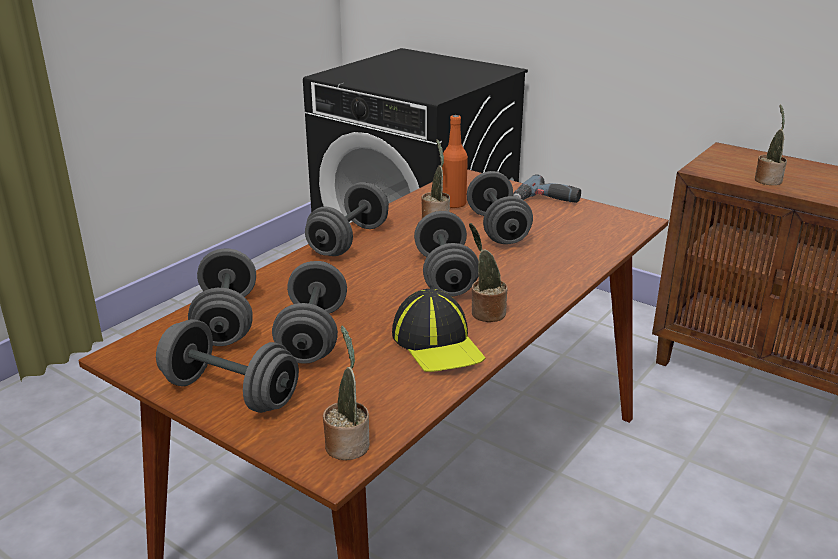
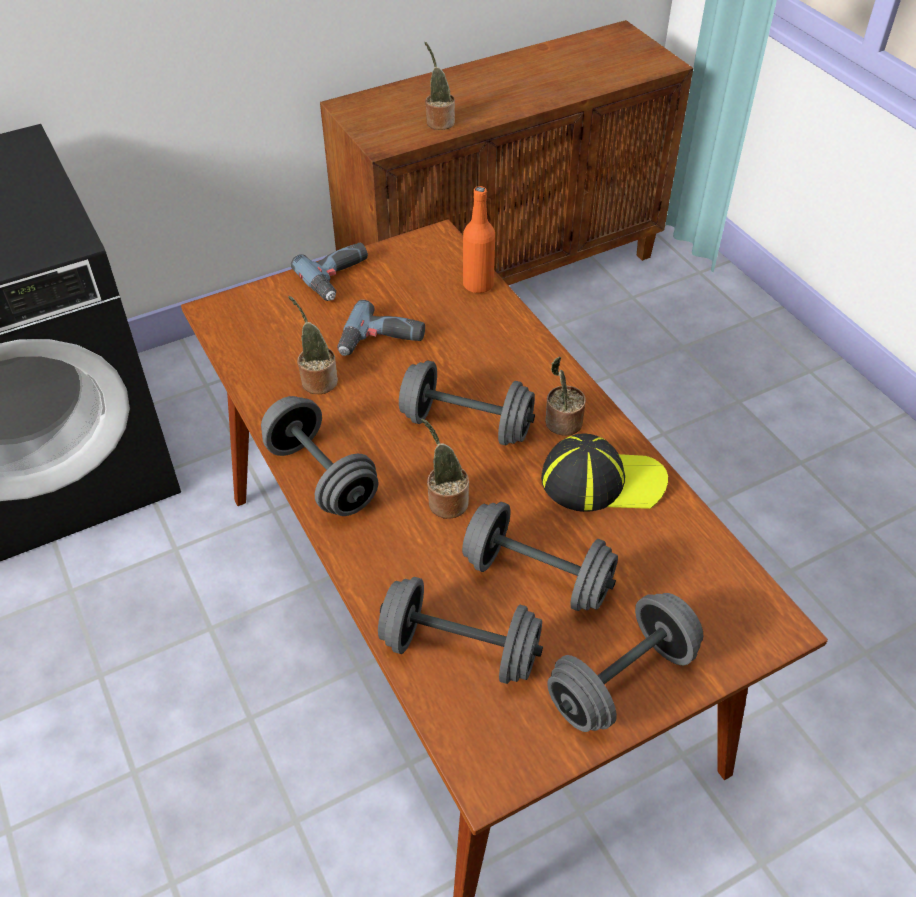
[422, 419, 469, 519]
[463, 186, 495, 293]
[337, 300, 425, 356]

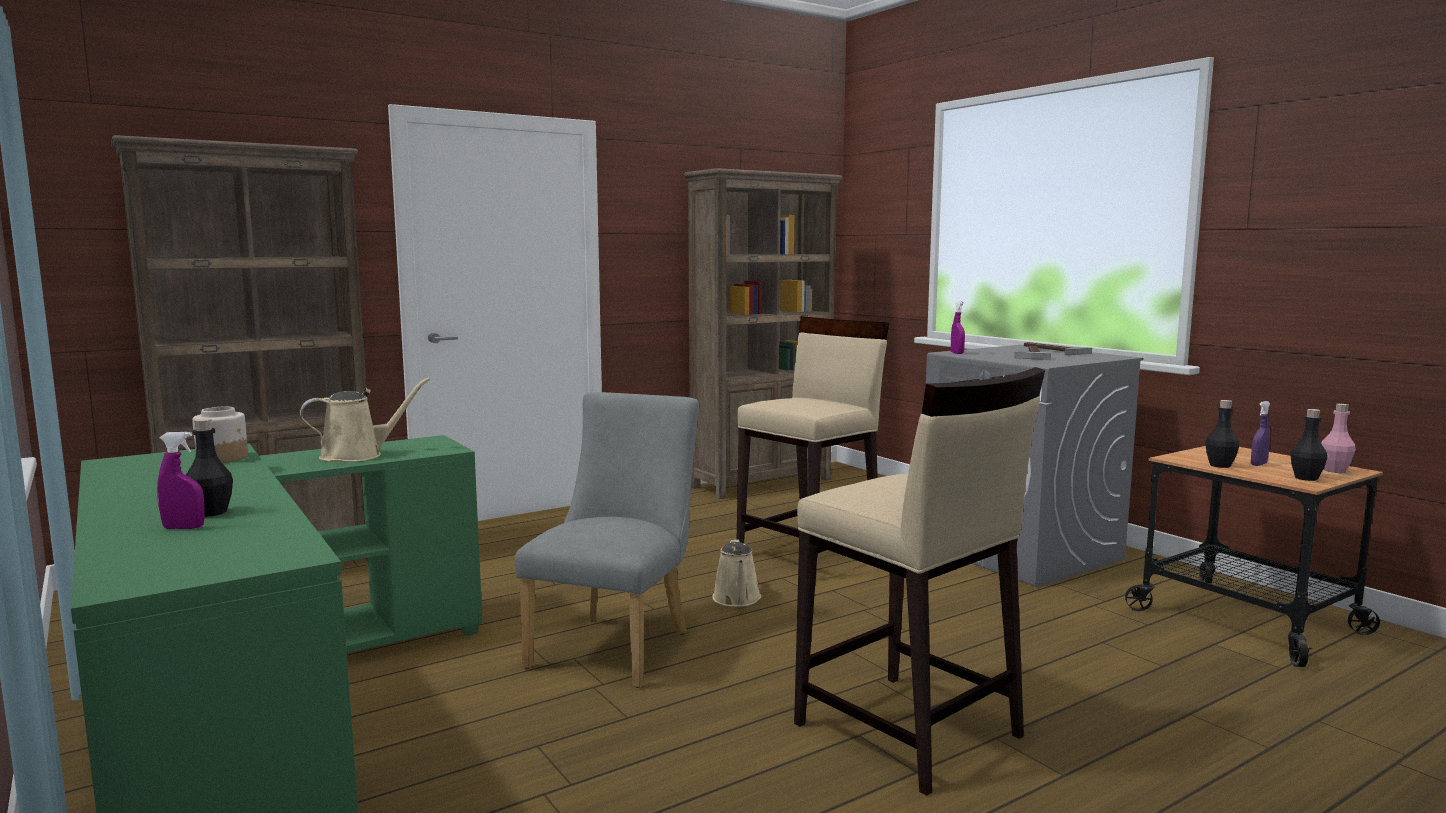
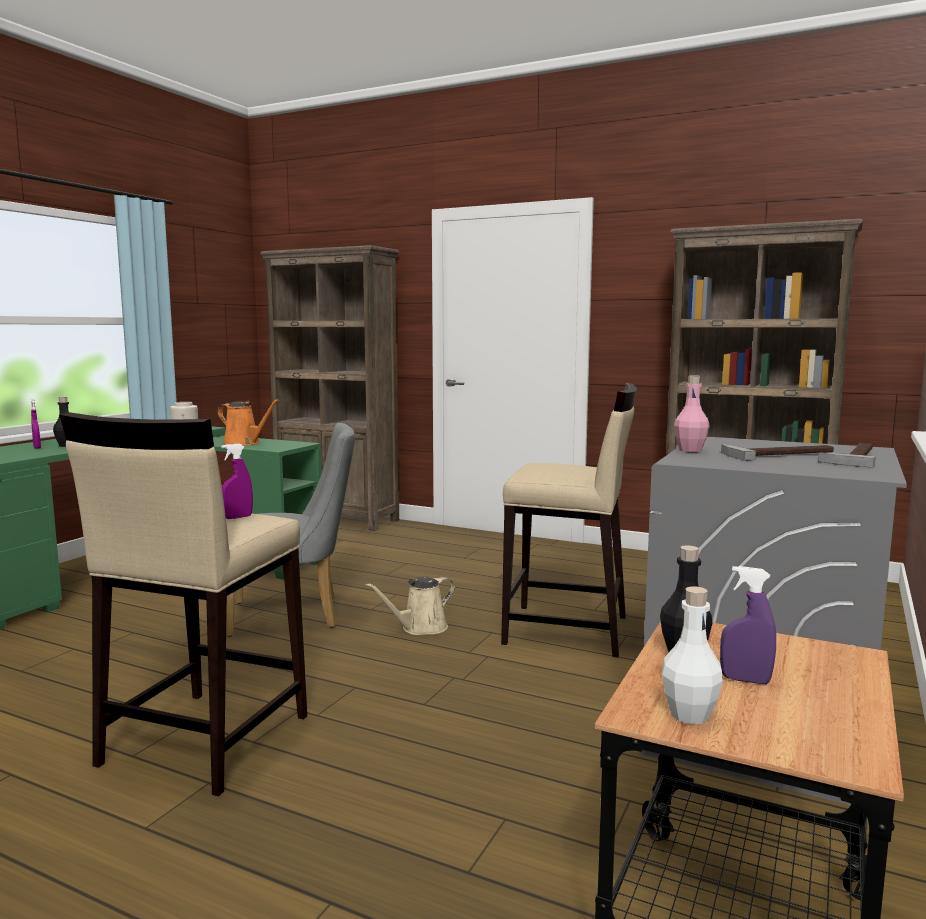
[222, 443, 253, 519]
[674, 375, 709, 452]
[218, 399, 279, 445]
[662, 587, 723, 724]

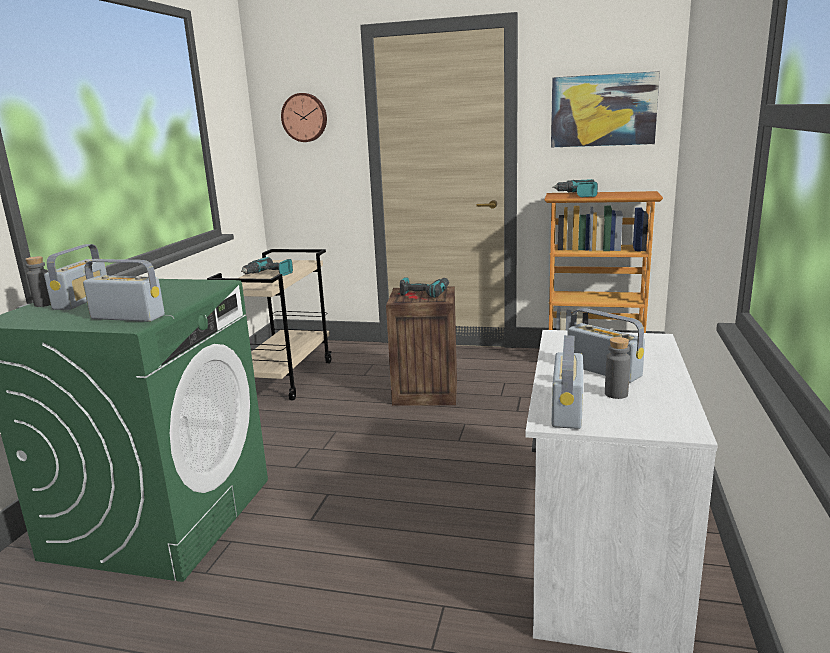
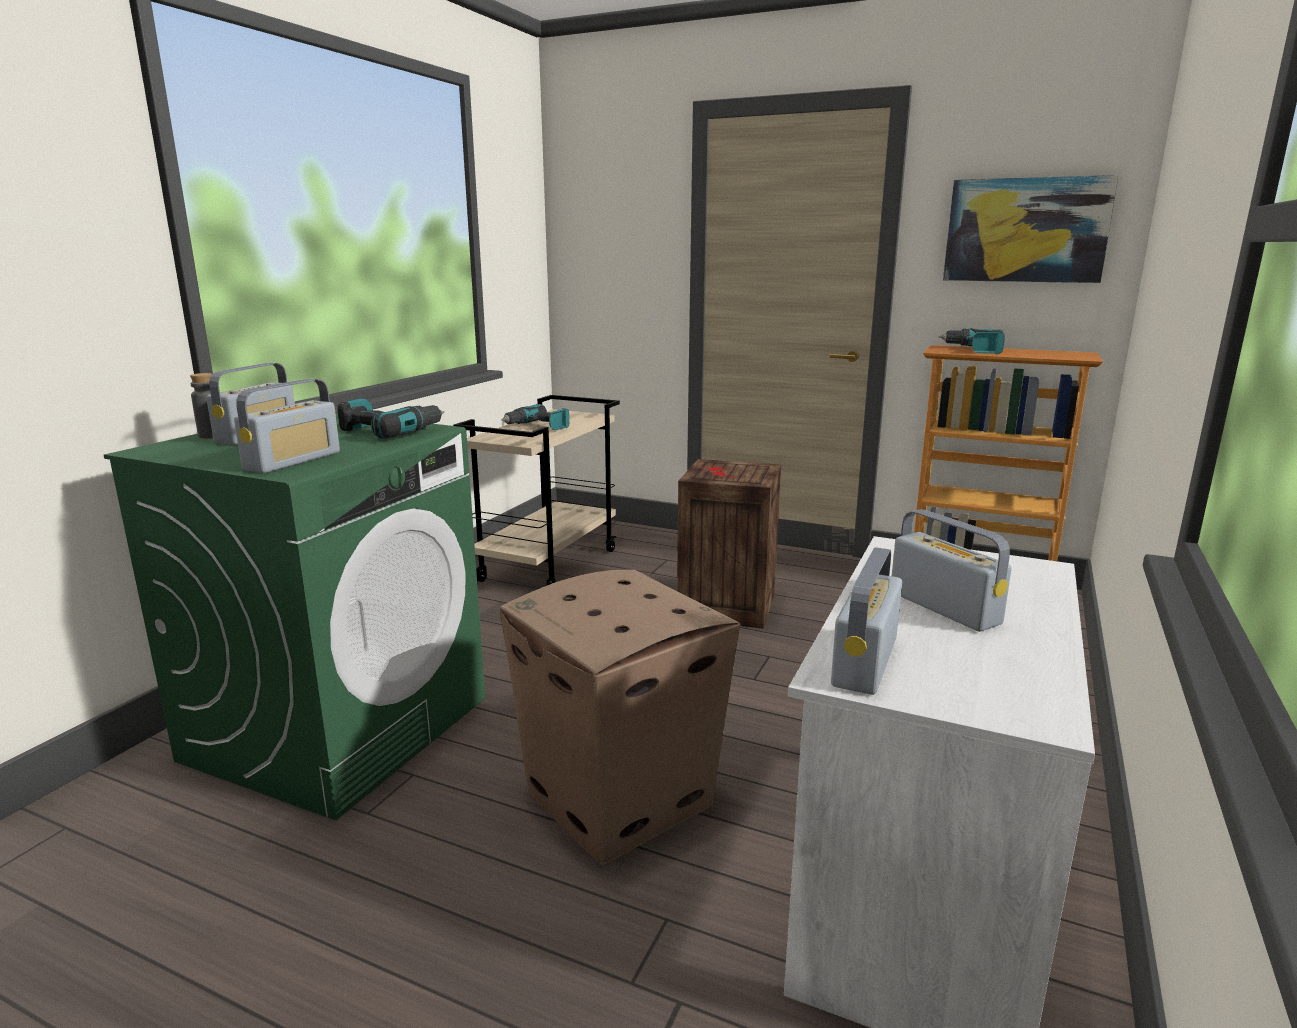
[281, 93, 327, 142] (first image)
[605, 337, 630, 399] (first image)
[500, 569, 741, 865]
[338, 398, 444, 439]
[234, 379, 340, 473]

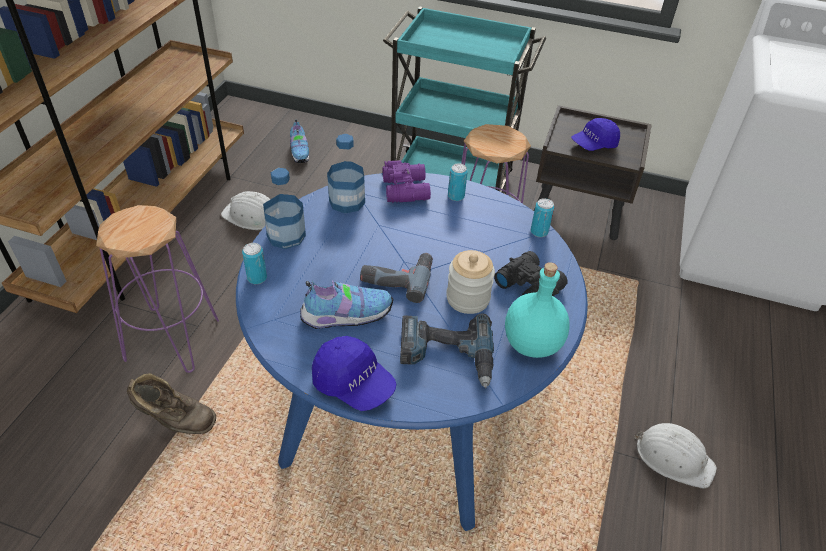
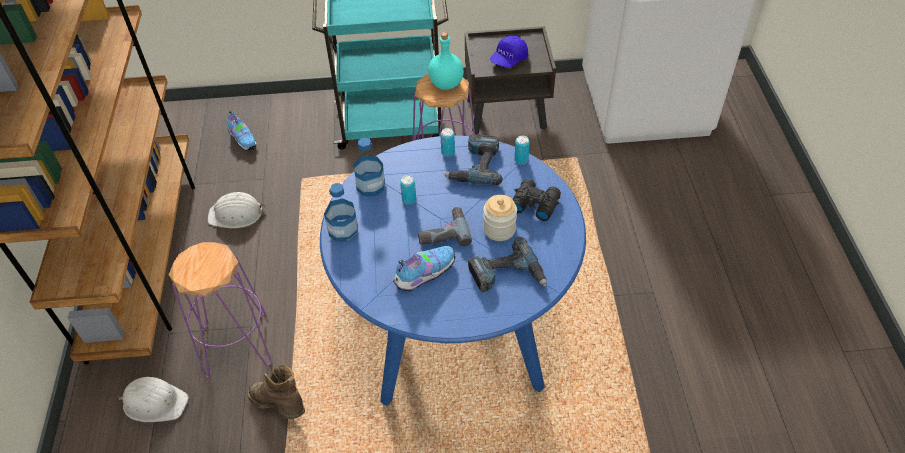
[312, 336, 396, 411] (first image)
[383, 160, 431, 203] (first image)
[443, 135, 503, 185]
[400, 175, 416, 205]
[428, 32, 464, 90]
[118, 377, 189, 422]
[248, 363, 305, 419]

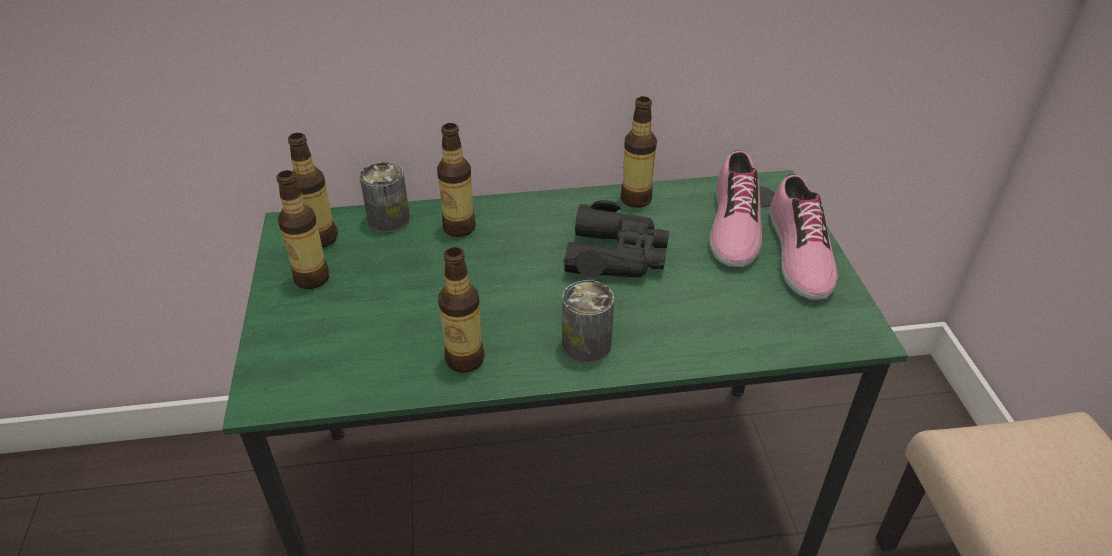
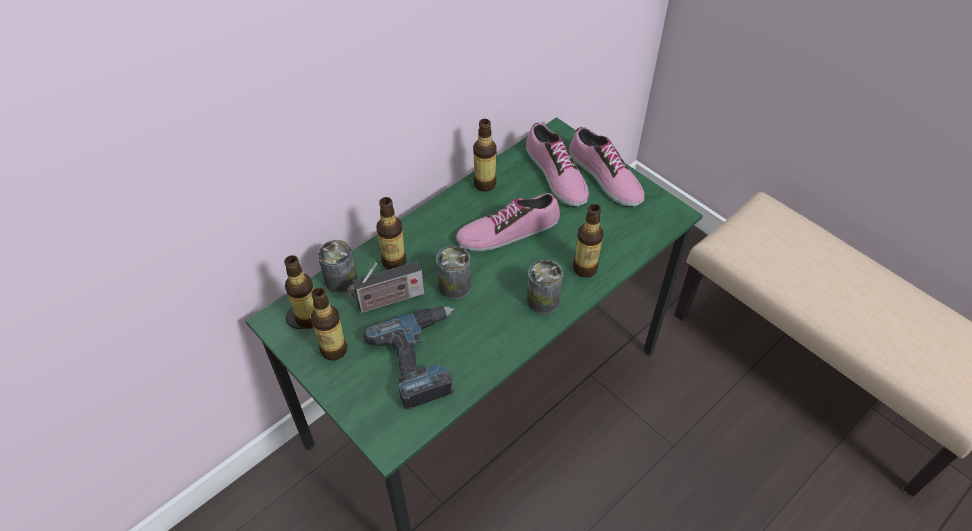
[347, 261, 425, 313]
[363, 306, 454, 409]
[436, 246, 471, 299]
[573, 204, 604, 277]
[456, 193, 560, 251]

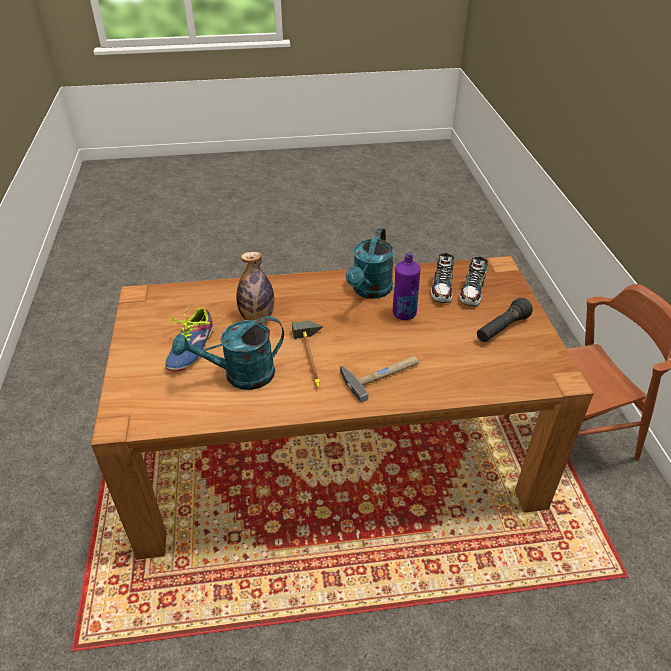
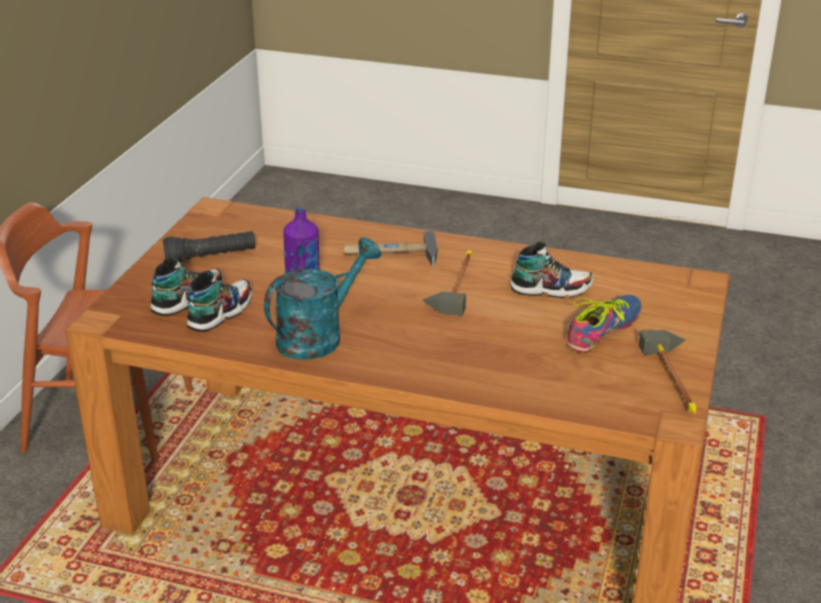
[237, 252, 274, 320] (first image)
[639, 330, 696, 414]
[510, 242, 594, 298]

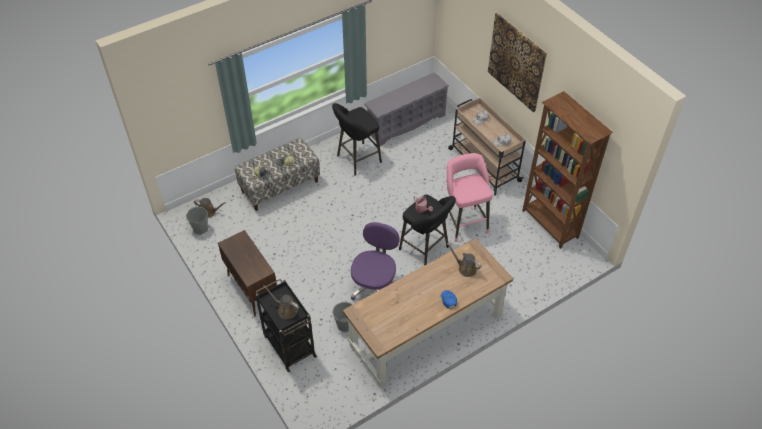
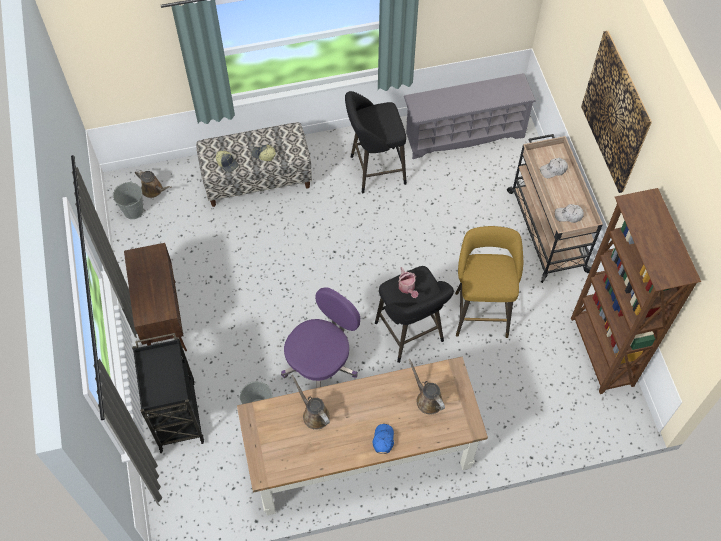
[291, 375, 330, 430]
[455, 226, 523, 338]

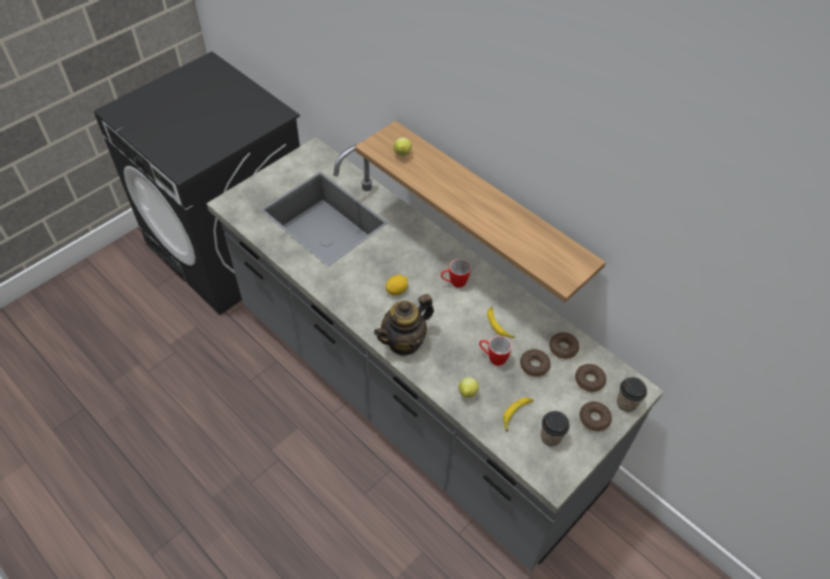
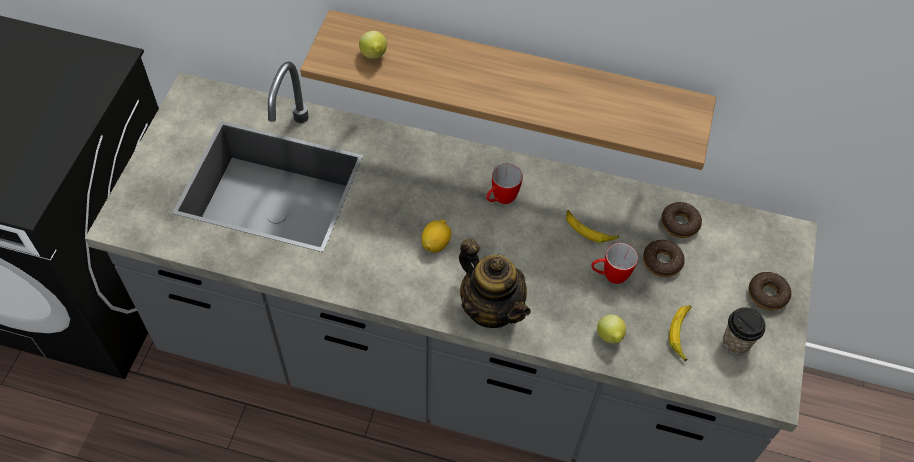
[575, 364, 606, 392] (first image)
[617, 377, 647, 412] (first image)
[459, 238, 531, 328]

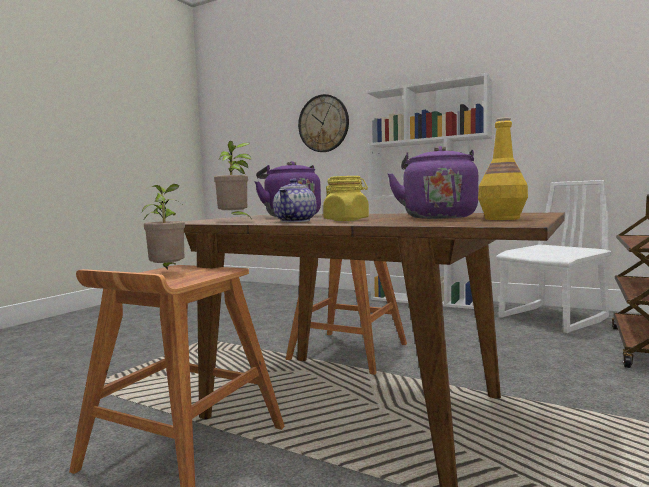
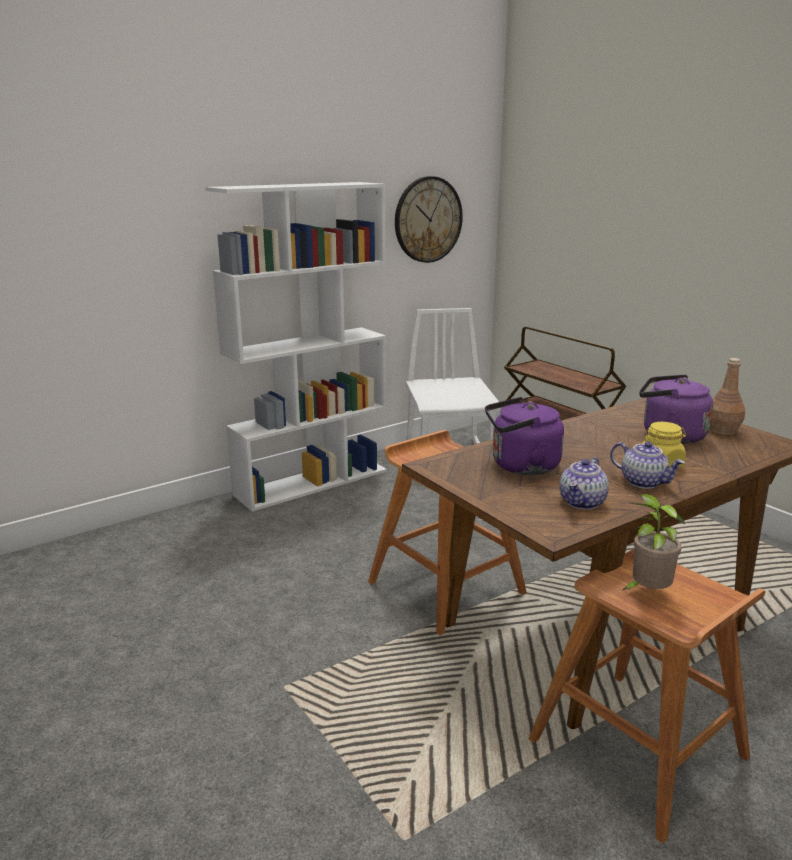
[395, 176, 463, 263]
[560, 457, 609, 510]
[710, 358, 745, 435]

